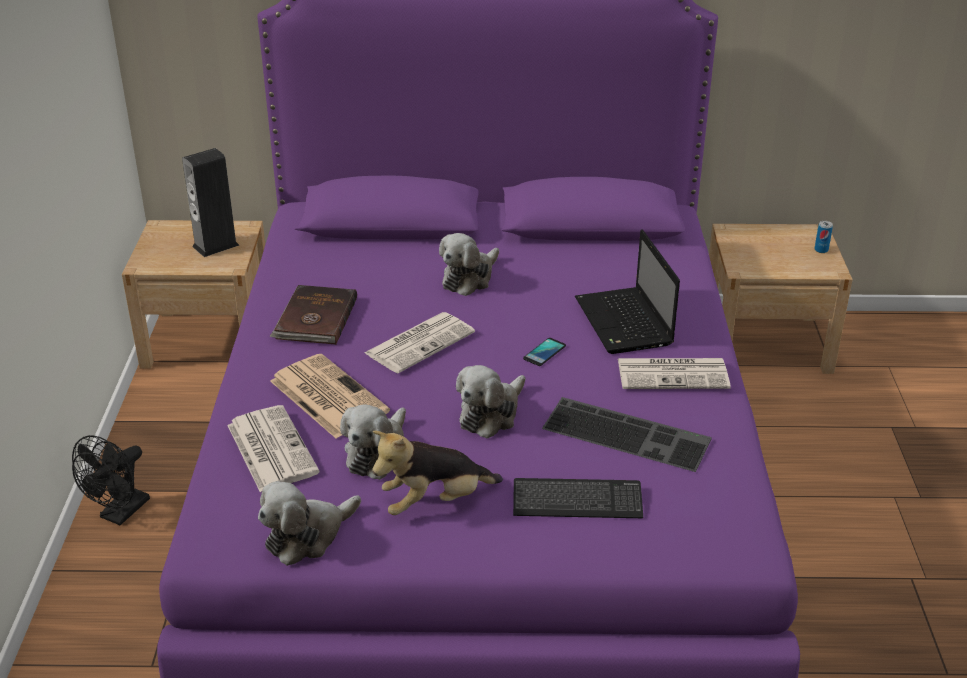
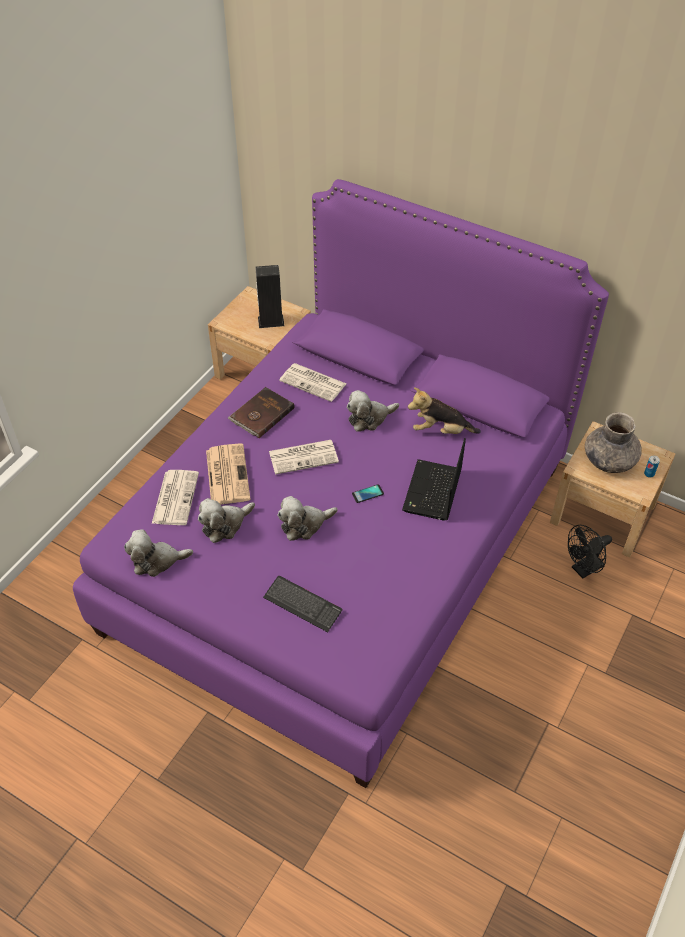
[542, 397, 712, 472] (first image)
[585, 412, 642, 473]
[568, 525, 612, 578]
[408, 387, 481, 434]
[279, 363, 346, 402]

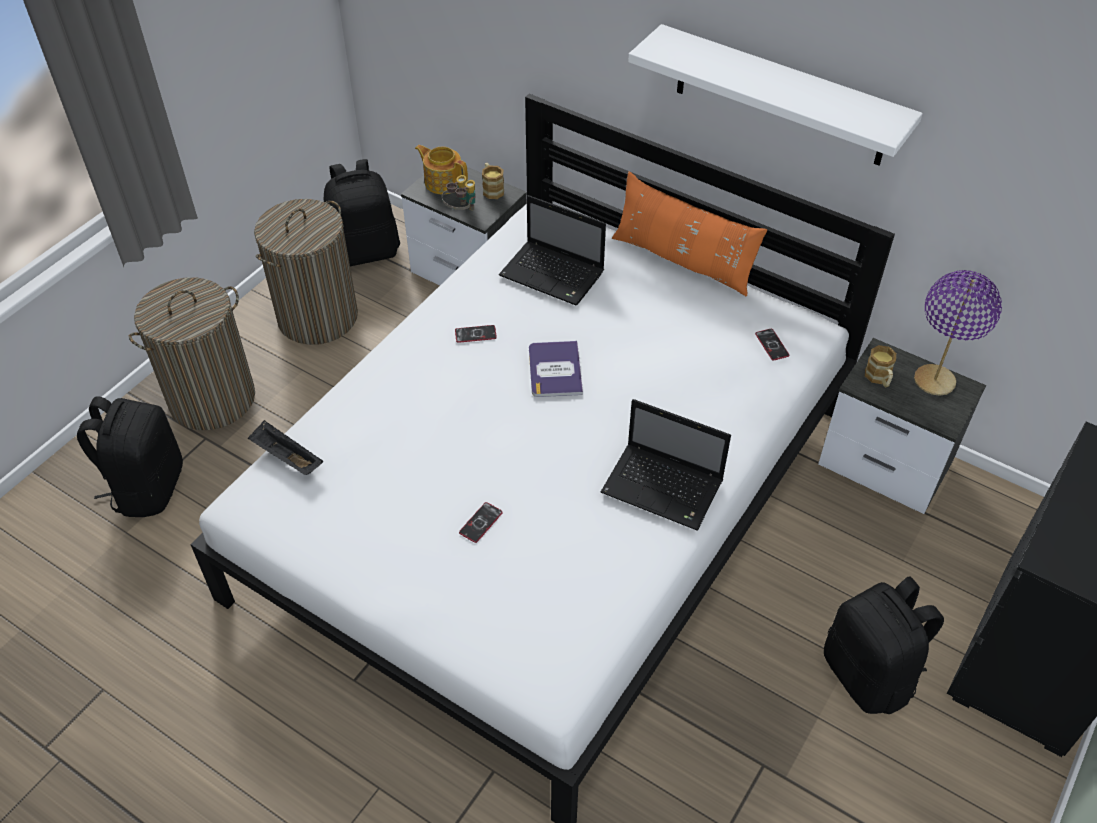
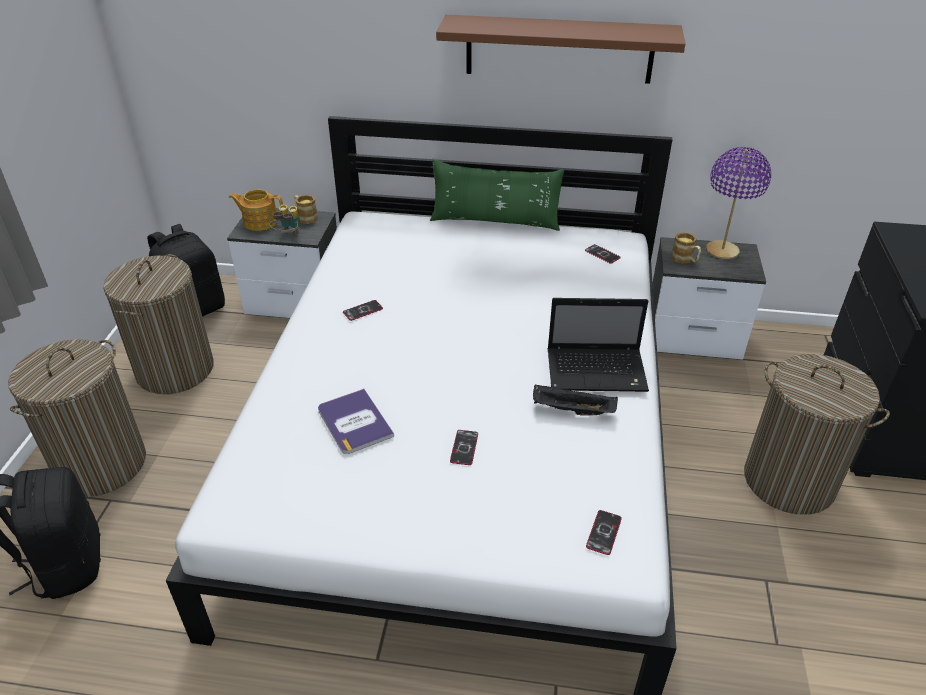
[499, 195, 606, 305] (first image)
[586, 510, 622, 555]
[533, 384, 618, 416]
[318, 389, 394, 454]
[744, 354, 890, 515]
[430, 159, 564, 231]
[436, 15, 685, 84]

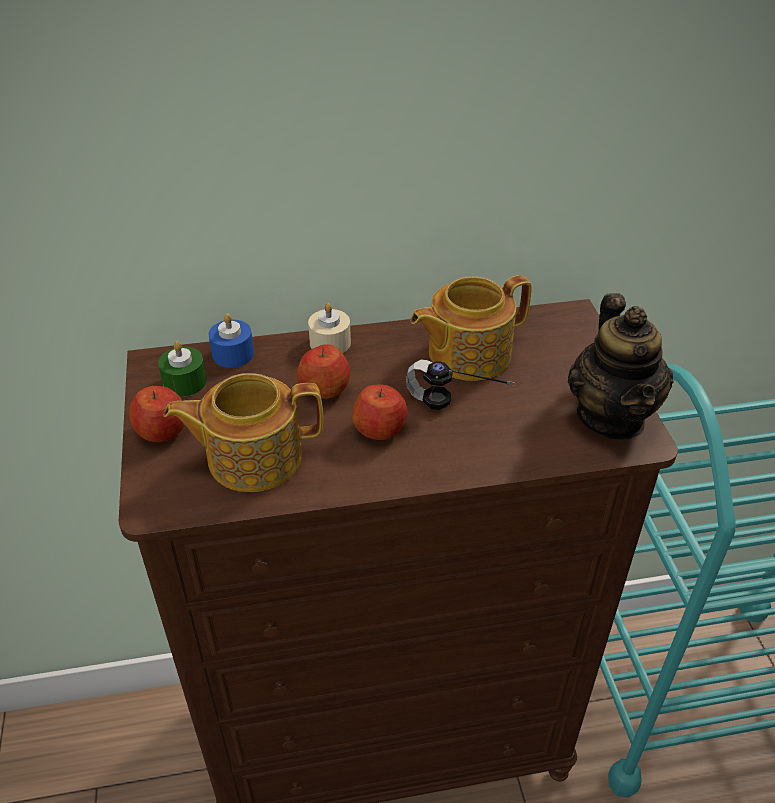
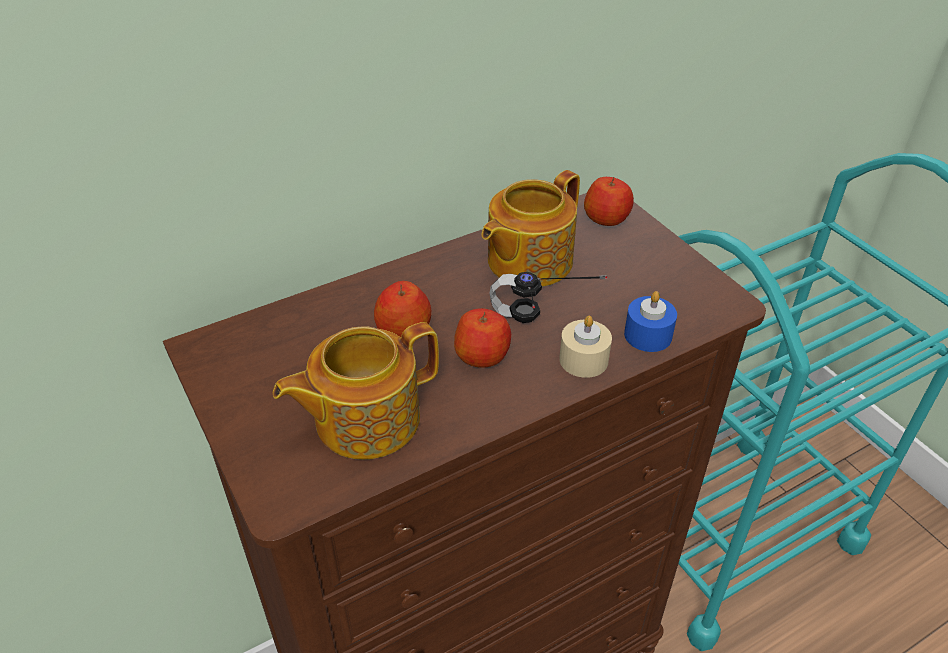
[158, 341, 207, 397] (first image)
[568, 293, 674, 440] (first image)
[584, 177, 634, 226]
[624, 291, 677, 352]
[559, 316, 612, 378]

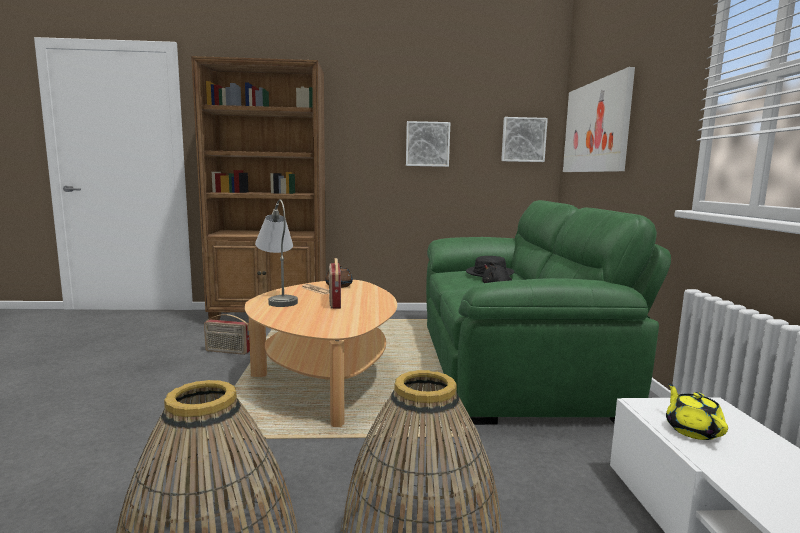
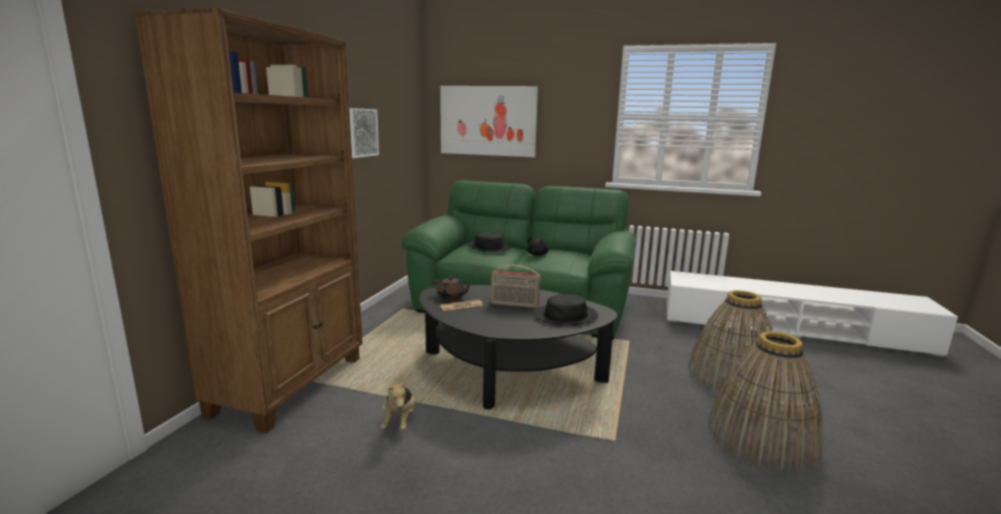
[255, 199, 298, 307] (first image)
[501, 117, 548, 162] (first image)
[666, 383, 728, 440] (first image)
[534, 294, 598, 326]
[381, 380, 415, 431]
[419, 285, 618, 410]

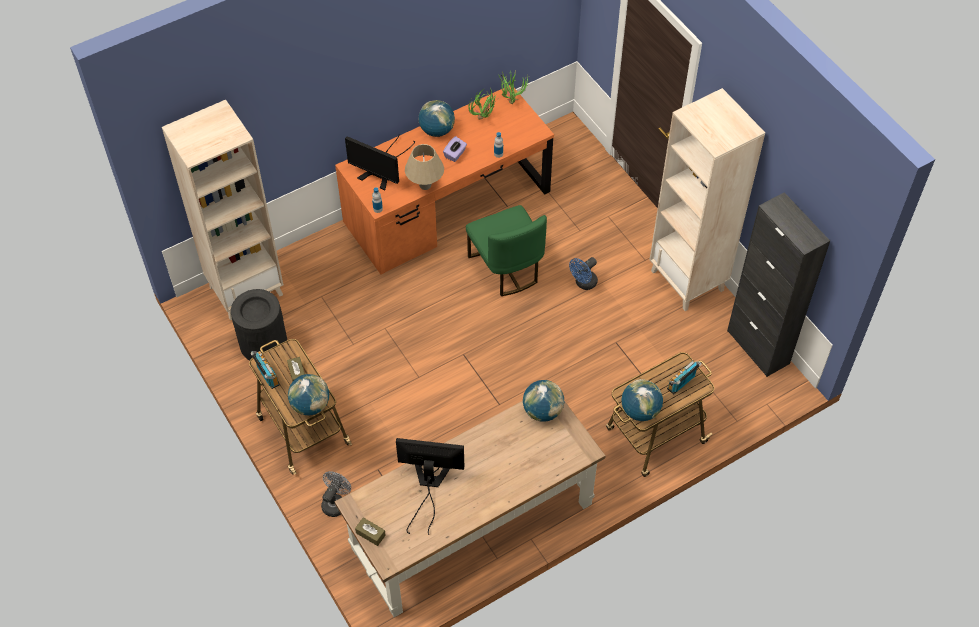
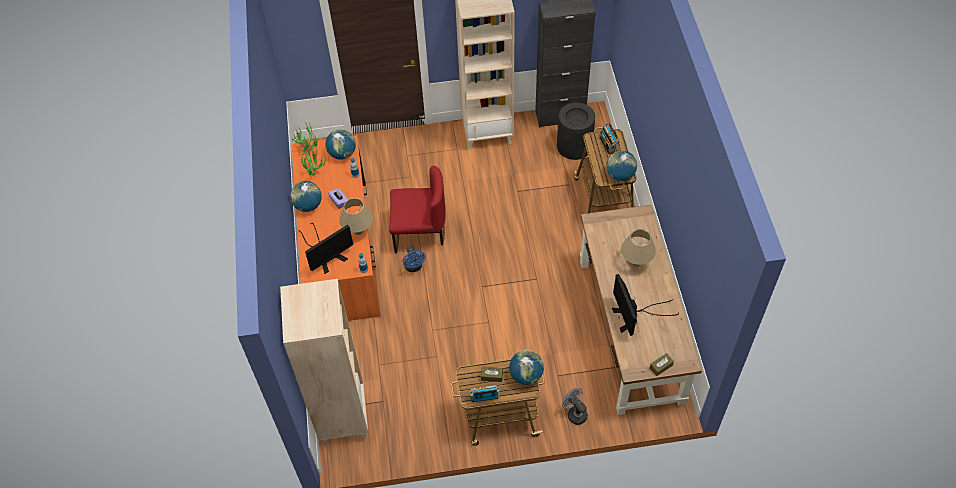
[621, 229, 656, 267]
[557, 102, 595, 160]
[326, 129, 356, 160]
[403, 245, 426, 272]
[389, 166, 446, 254]
[612, 274, 679, 336]

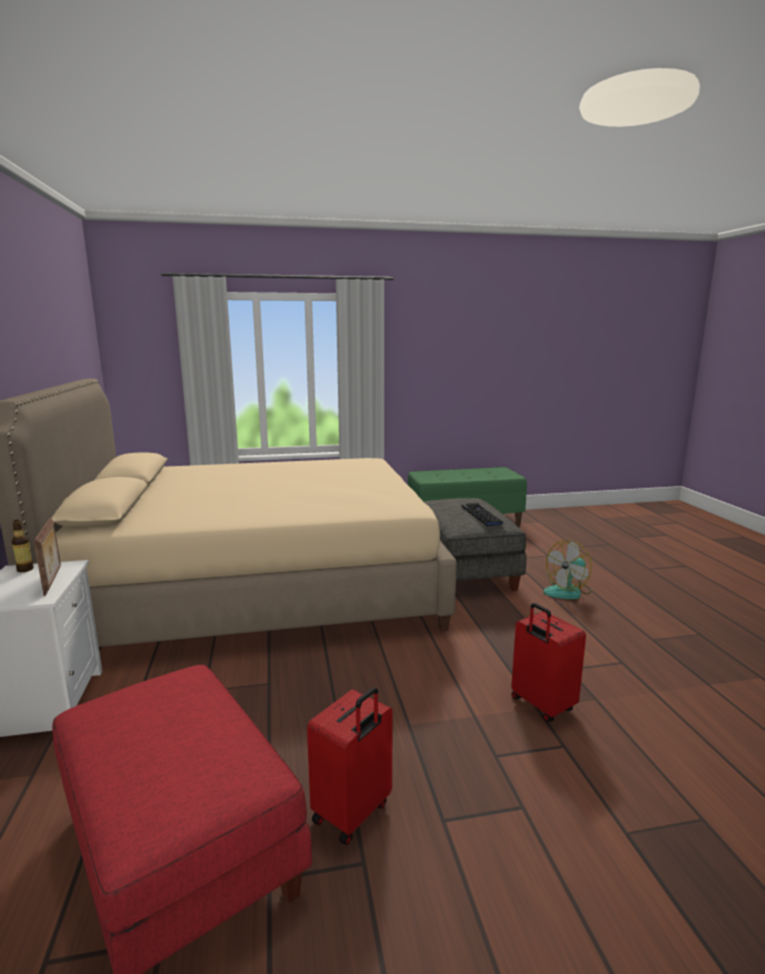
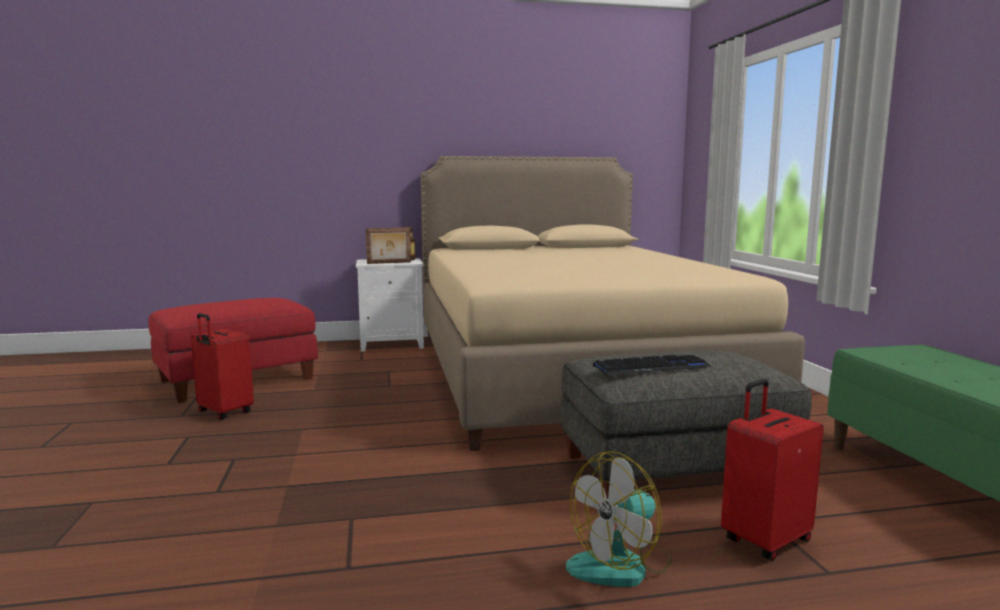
[721, 379, 824, 561]
[566, 451, 672, 587]

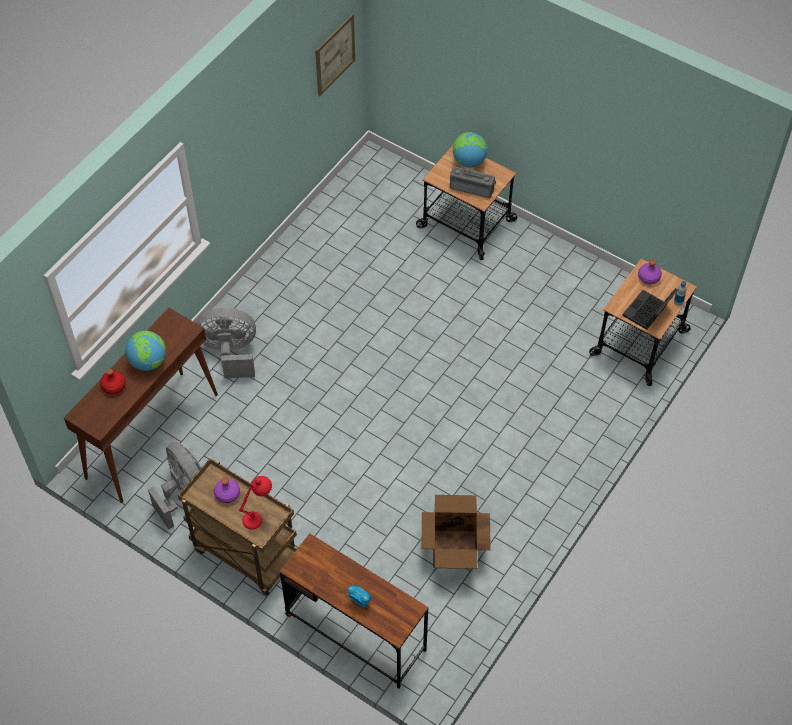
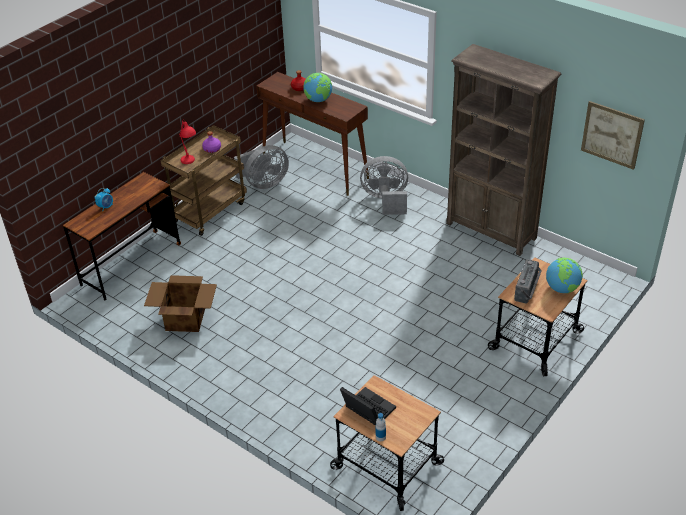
[638, 260, 662, 284] (first image)
[446, 44, 561, 256]
[360, 156, 408, 215]

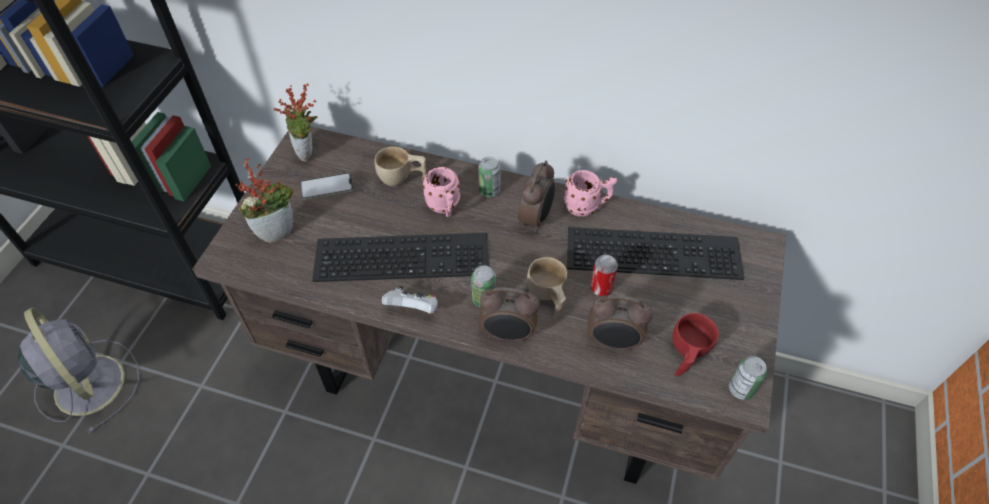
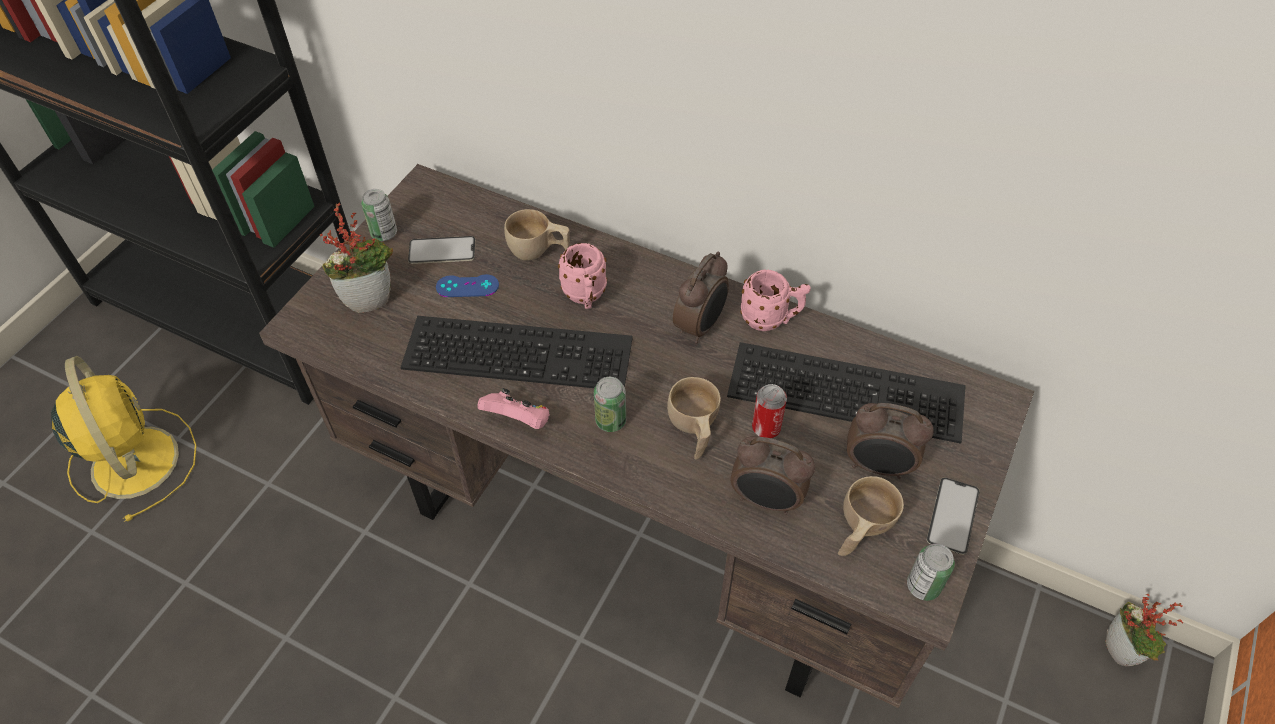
[436, 274, 499, 297]
[926, 477, 980, 555]
[1105, 594, 1184, 666]
[361, 189, 397, 241]
[847, 403, 934, 479]
[51, 356, 197, 522]
[477, 388, 550, 429]
[838, 476, 904, 556]

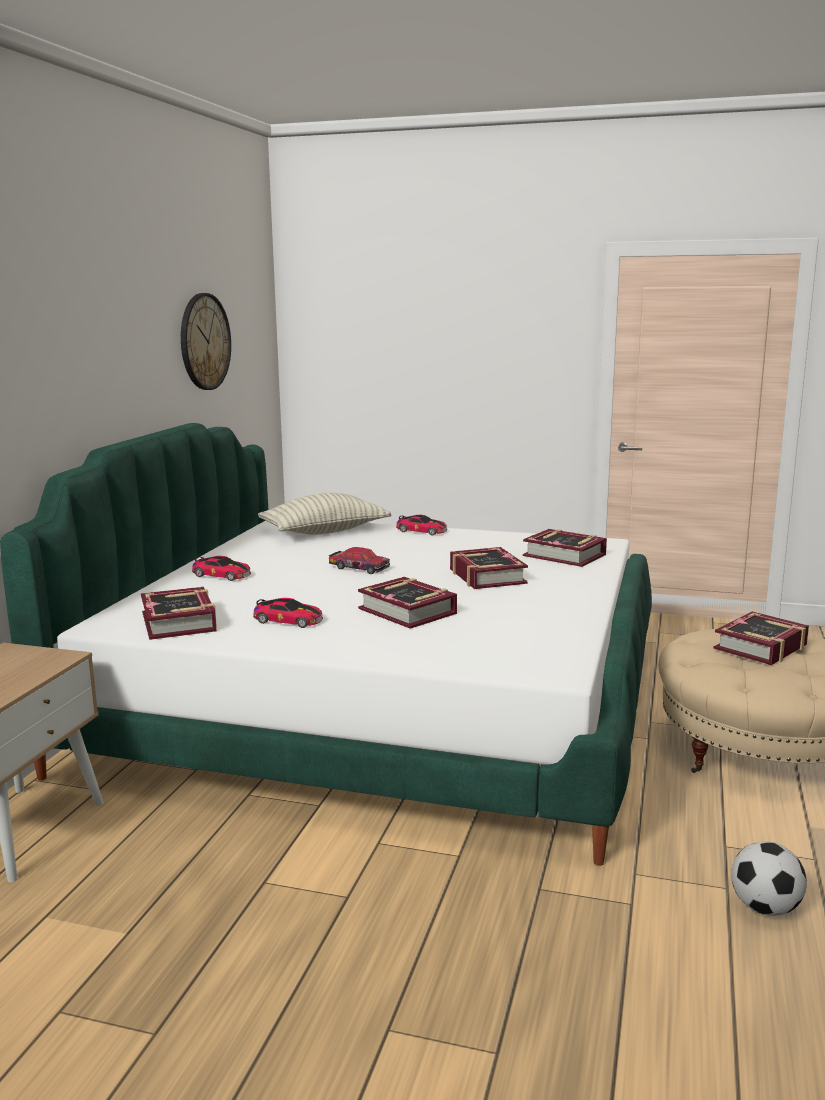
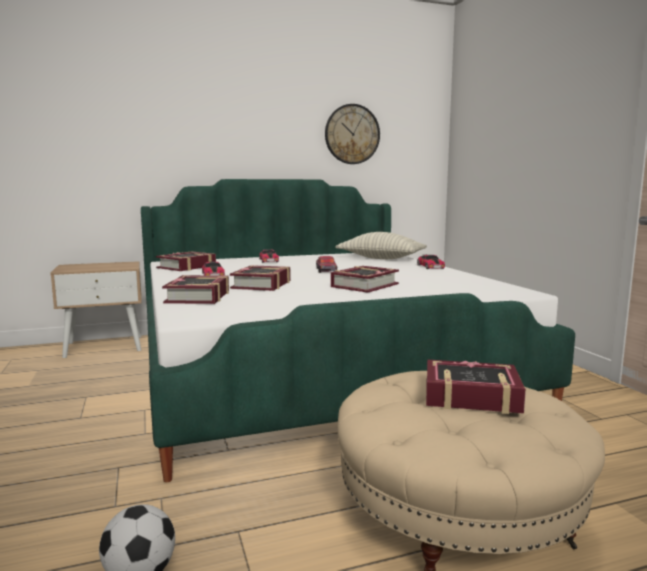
[162, 275, 229, 304]

